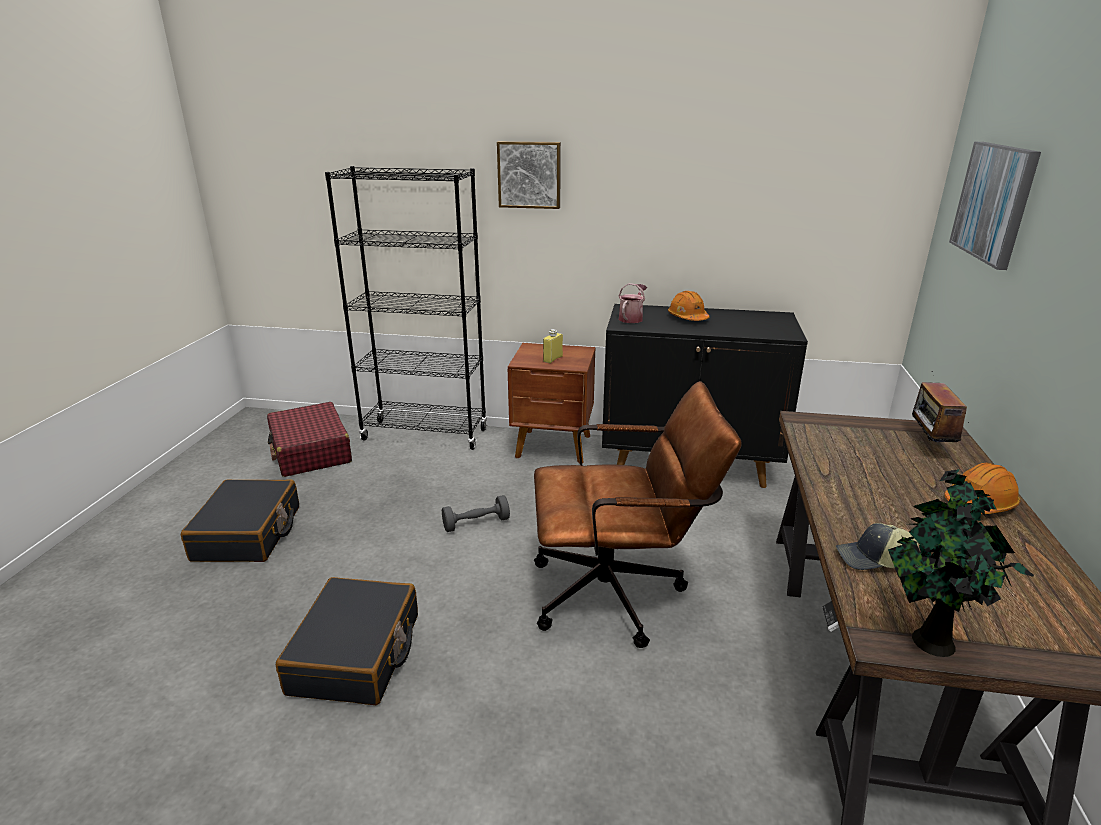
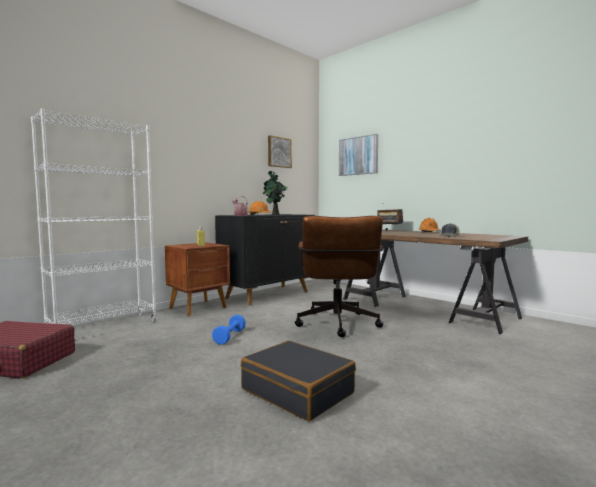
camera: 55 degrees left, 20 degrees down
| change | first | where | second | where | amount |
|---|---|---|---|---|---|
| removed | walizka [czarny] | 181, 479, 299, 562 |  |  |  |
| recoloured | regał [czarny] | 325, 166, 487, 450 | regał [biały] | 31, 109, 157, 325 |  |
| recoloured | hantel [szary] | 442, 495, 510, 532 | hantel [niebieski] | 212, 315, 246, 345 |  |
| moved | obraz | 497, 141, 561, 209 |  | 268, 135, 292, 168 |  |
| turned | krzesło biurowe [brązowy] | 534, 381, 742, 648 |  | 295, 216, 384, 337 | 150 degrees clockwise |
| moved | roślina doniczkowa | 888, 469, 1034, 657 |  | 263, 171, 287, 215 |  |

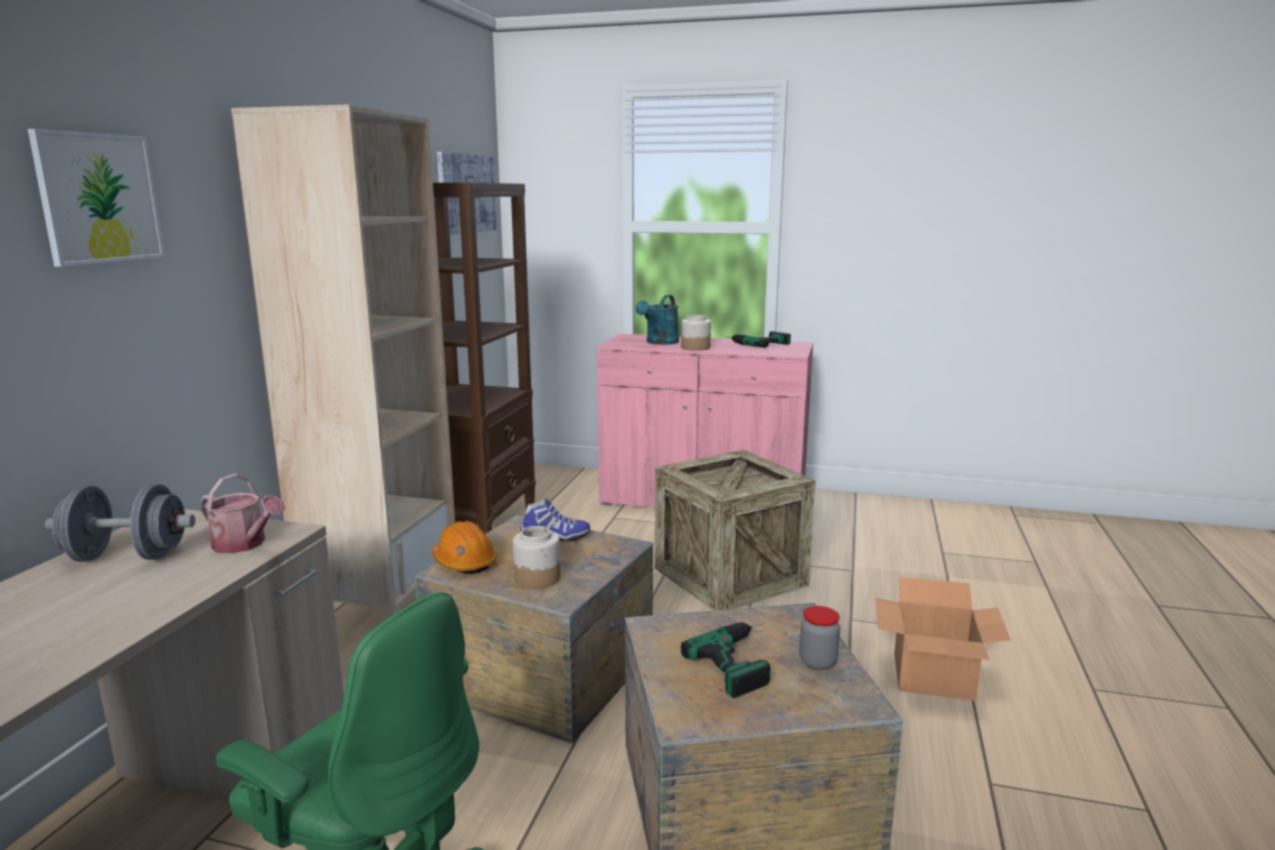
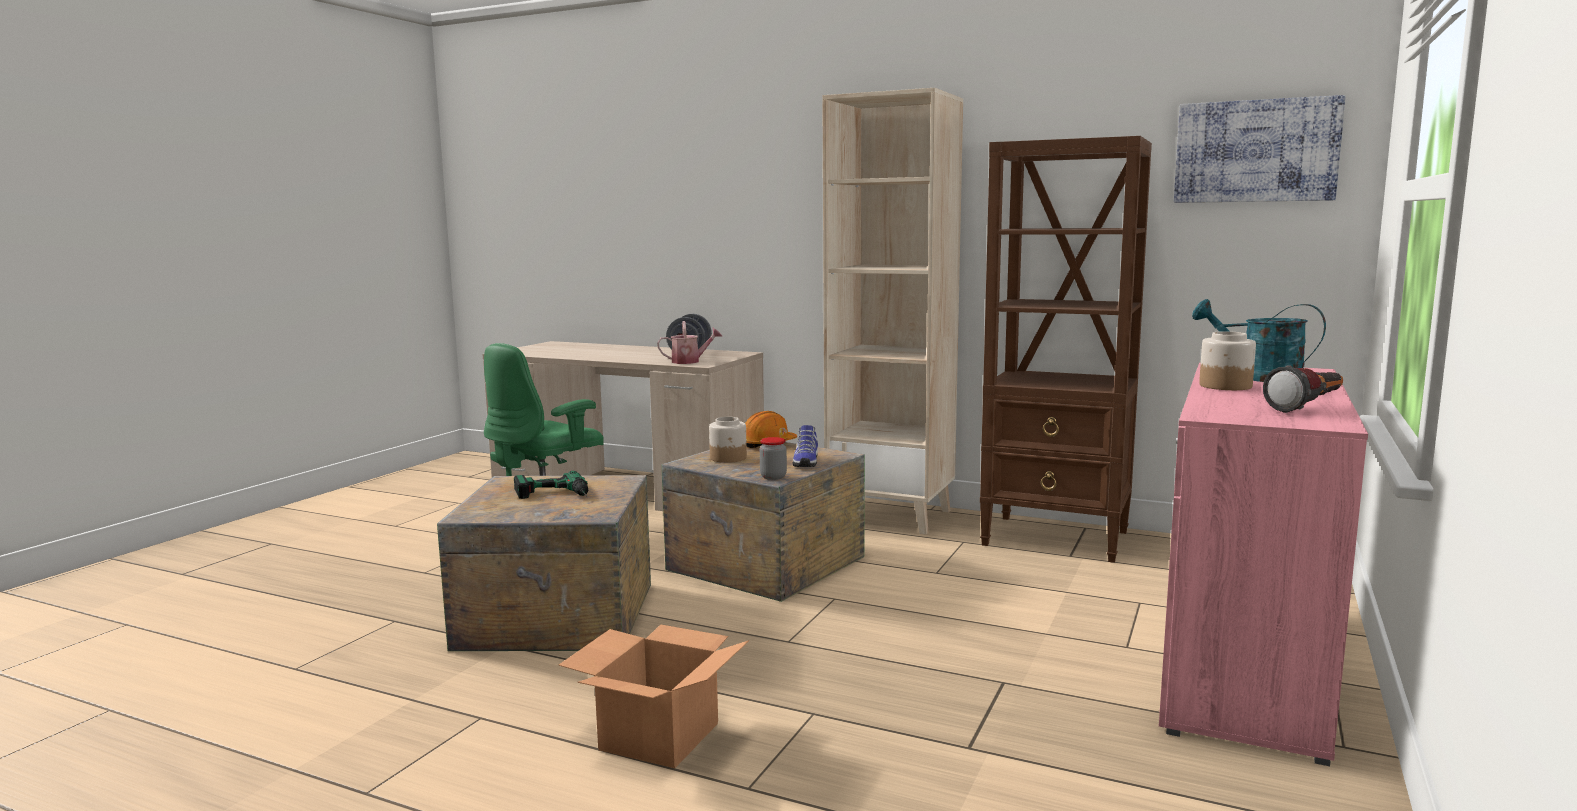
camera: 100 degrees right, 5 degrees down
| change | first | where | second | where | amount |
|---|---|---|---|---|---|
| removed | obraz | 28, 129, 165, 267 |  |  |  |
| turned | konewka | 200, 473, 285, 554 |  | 657, 321, 722, 364 | 135 degrees counterclockwise |
| removed | skrzynka | 655, 450, 816, 611 |  |  |  |
| replaced | wiertarka | 725, 331, 791, 348 | latarka | 1263, 366, 1343, 413 |  |
| moved | słoik | 799, 606, 840, 670 |  | 760, 437, 787, 480 |  |

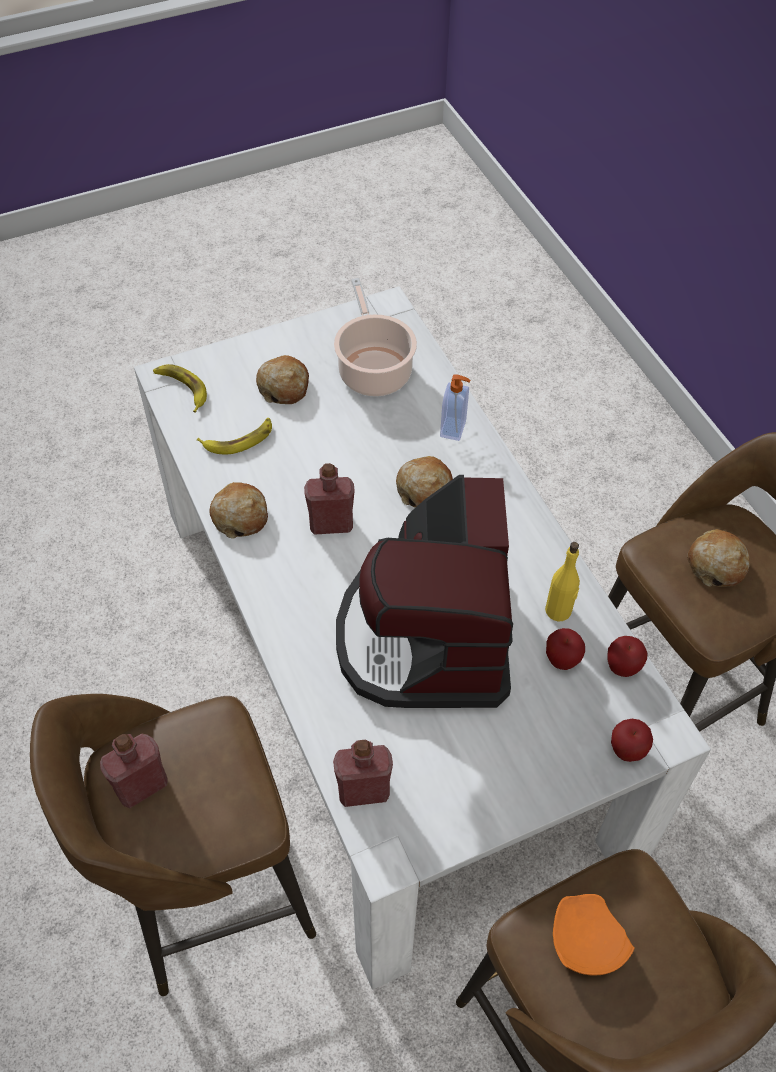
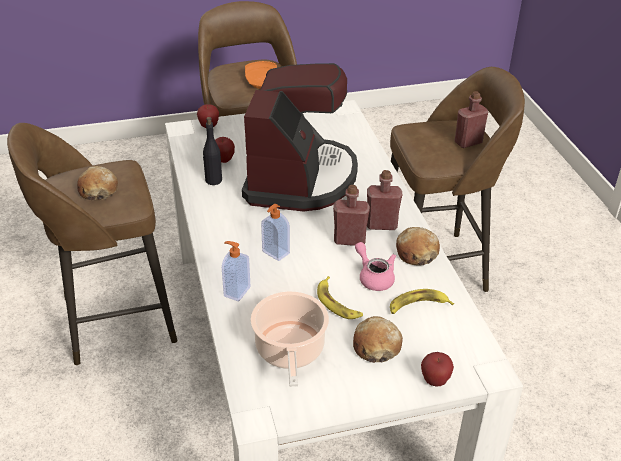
camera: 170 degrees left, 15 degrees down
| change | first | where | second | where | amount |
|---|---|---|---|---|---|
| moved | banan | 153, 364, 207, 413 |  | 317, 276, 363, 319 |  |
| moved | butelka [czerwony] | 333, 740, 393, 807 |  | 367, 170, 402, 230 |  |
| replaced | chleb | 396, 456, 453, 508 | dozownik mydła | 261, 204, 290, 261 |  |
| recoloured | butelka [żółty] | 545, 542, 580, 622 | butelka [czarny] | 203, 117, 222, 185 |  |
| moved | jabłko | 608, 636, 647, 677 |  | 421, 352, 454, 386 |  |
| added |  |  | imbryk [różowy] | 355, 242, 396, 291 |  |

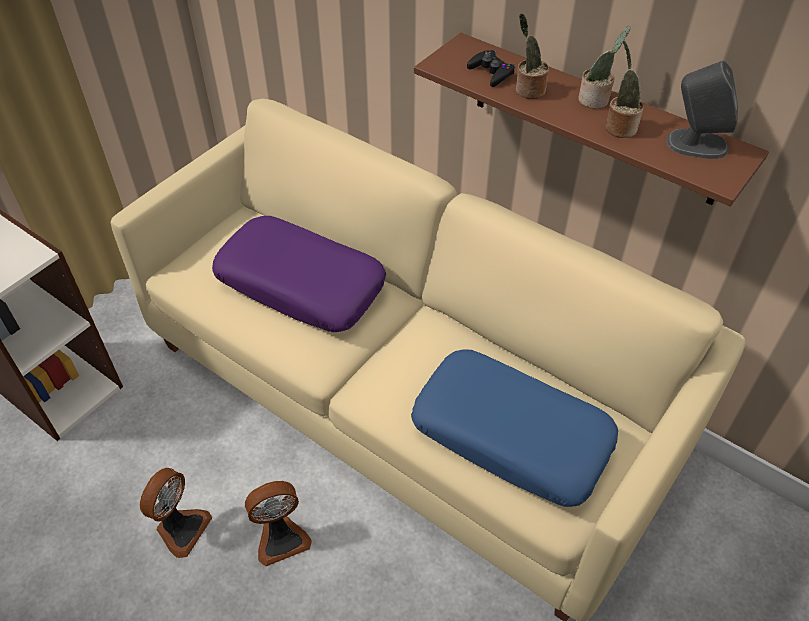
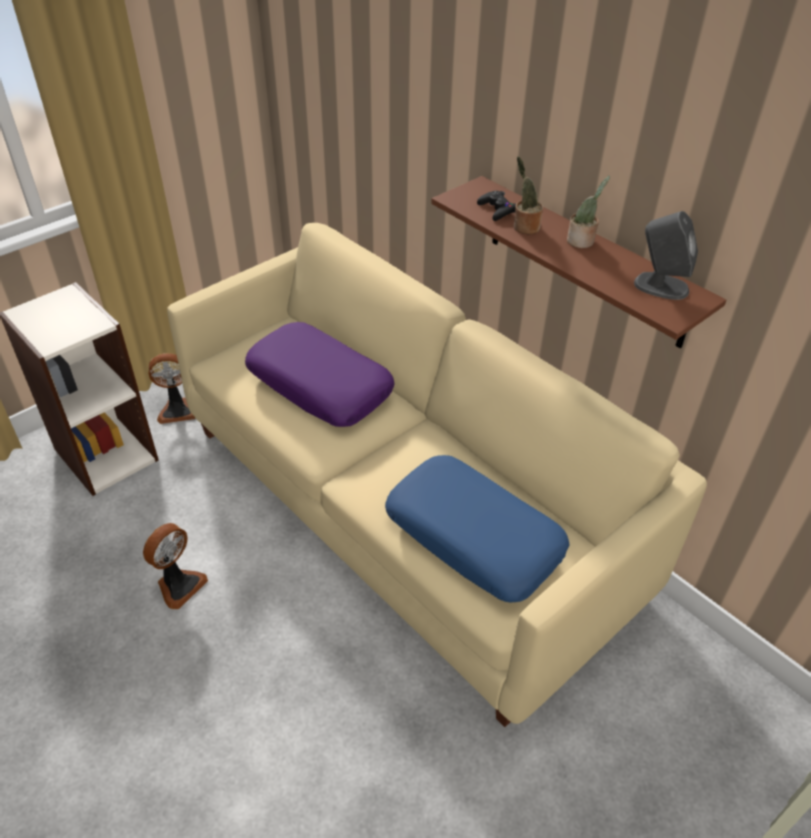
camera: 10 degrees right, 5 degrees down
| change | first | where | second | where | amount |
|---|---|---|---|---|---|
| moved | wentylator | 245, 481, 312, 566 |  | 148, 353, 195, 424 |  |
| removed | roślina doniczkowa | 606, 40, 644, 138 |  |  |  |

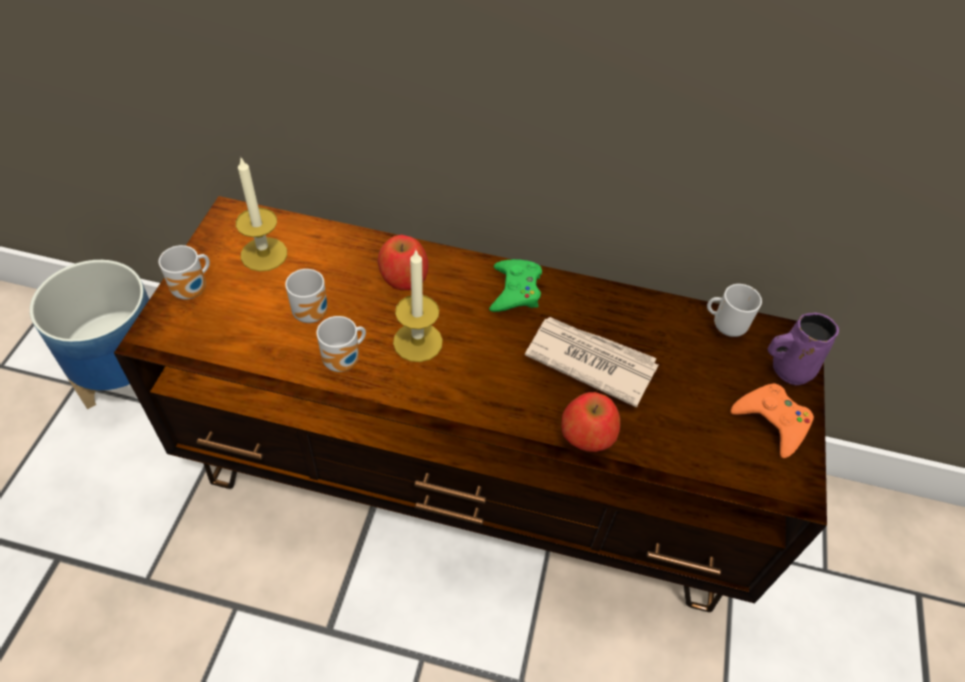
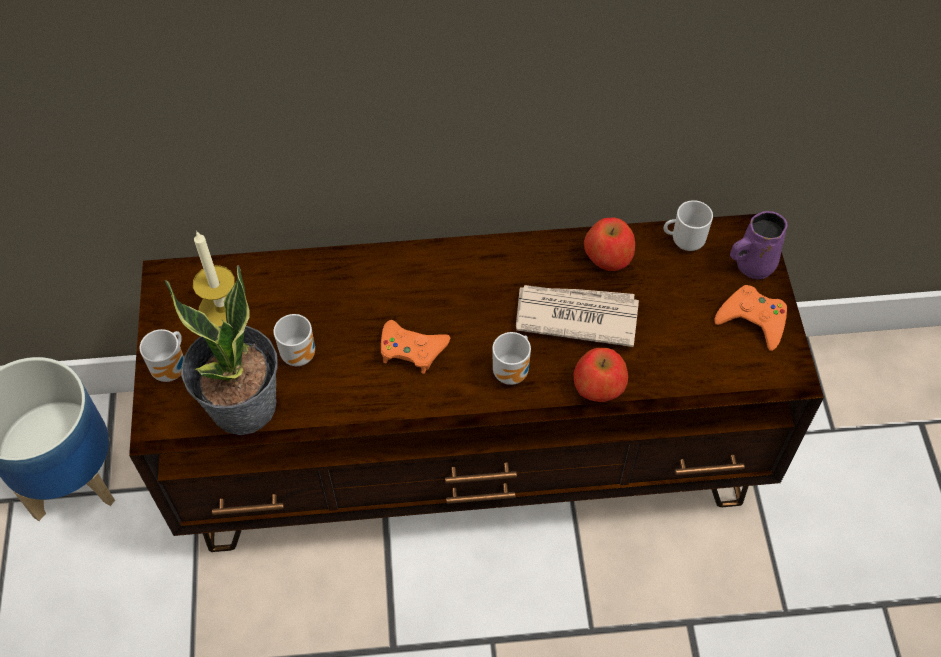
camera: 15 degrees left, 5 degrees up
| change | first | where | second | where | amount |
|---|---|---|---|---|---|
| moved | kubek | 317, 316, 366, 372 |  | 493, 332, 531, 385 |  |
| moved | jabłko | 378, 235, 428, 291 |  | 584, 217, 635, 271 |  |
| replaced | świeca | 393, 249, 443, 362 | pad do gier [pomarańczowy] | 381, 320, 450, 374 |  |
| removed | pad do gier [zielony] | 489, 259, 542, 312 |  |  |  |
| added |  |  | roślina doniczkowa | 165, 265, 278, 435 |  |

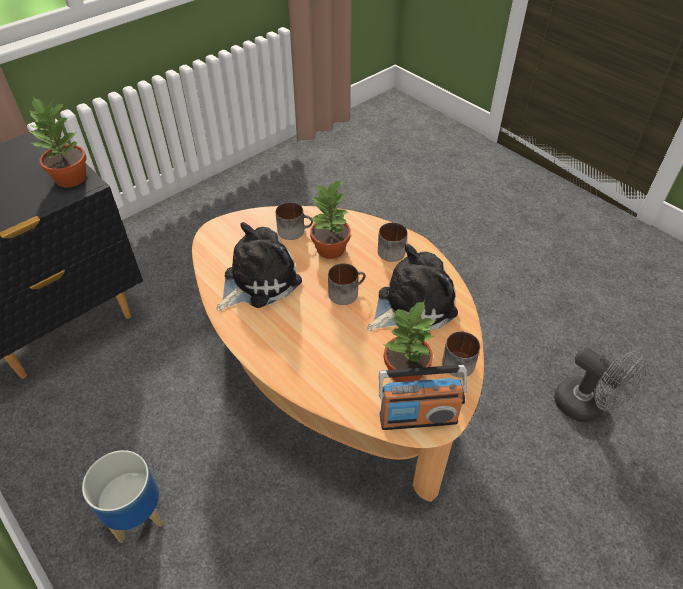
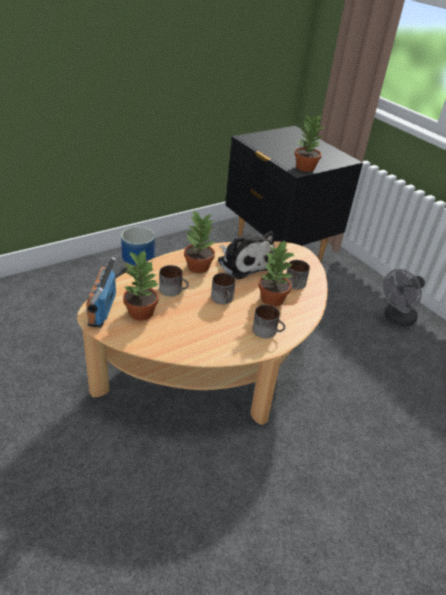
camera: 95 degrees right, 10 degrees down
| change | first | where | second | where | amount |
|---|---|---|---|---|---|
| removed | pluszak | 367, 244, 458, 332 |  |  |  |
| moved | kubek | 442, 331, 480, 377 |  | 159, 265, 189, 296 |  |
| moved | wentylator [szary] | 554, 347, 647, 422 |  | 383, 269, 425, 326 |  |
| added |  |  | roślina doniczkowa | 184, 211, 215, 273 |  |

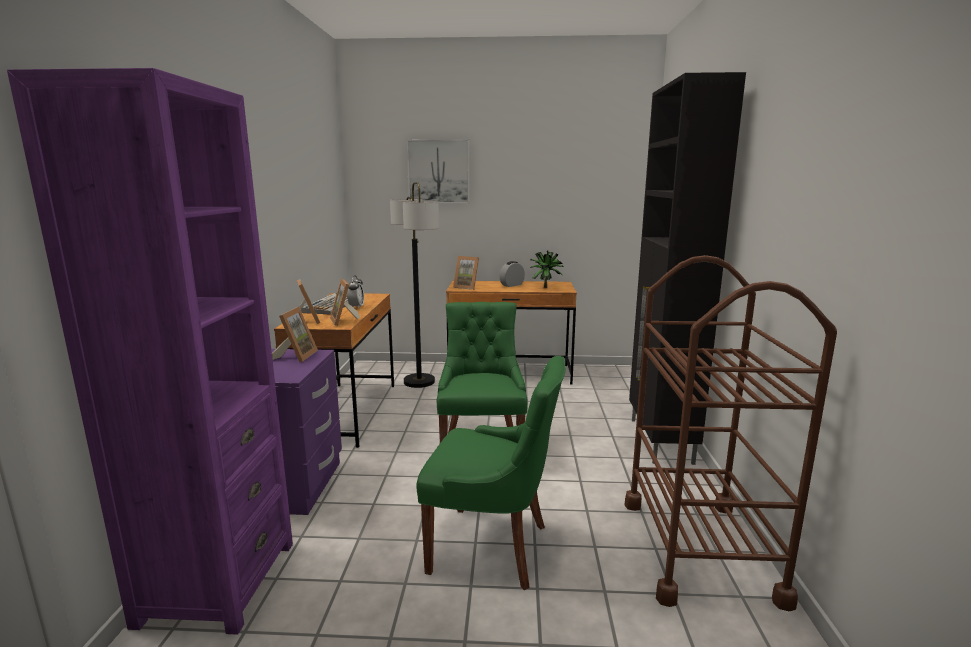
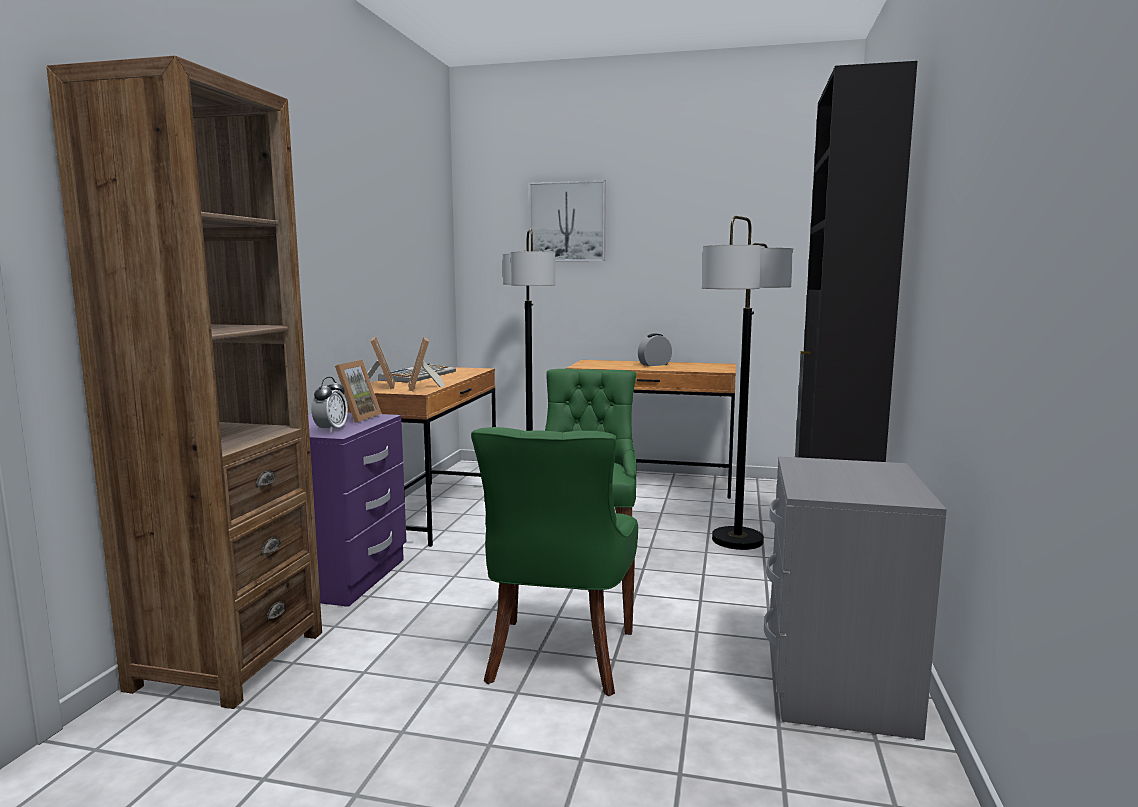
camera: 10 degrees right, 5 degrees down
| change | first | where | second | where | amount |
|---|---|---|---|---|---|
| recoloured | regał [fioletowy] | 7, 68, 293, 635 | regał [brązowy] | 46, 55, 322, 709 |  |
| moved | budzik | 347, 275, 364, 309 |  | 311, 377, 348, 433 |  |
| turned | krzesło [zielony] | 416, 356, 566, 590 |  | 471, 427, 638, 696 | 75 degrees clockwise |
| removed | ramka na zdjęcie | 453, 256, 479, 290 |  |  |  |
| removed | roślina doniczkowa | 530, 250, 564, 288 |  |  |  |
| replaced | wózek [brązowy] | 624, 255, 837, 611 | szafka nocna [szary] | 764, 456, 947, 740 |  |
| added |  |  | lampa stojąca | 702, 216, 793, 550 |  |

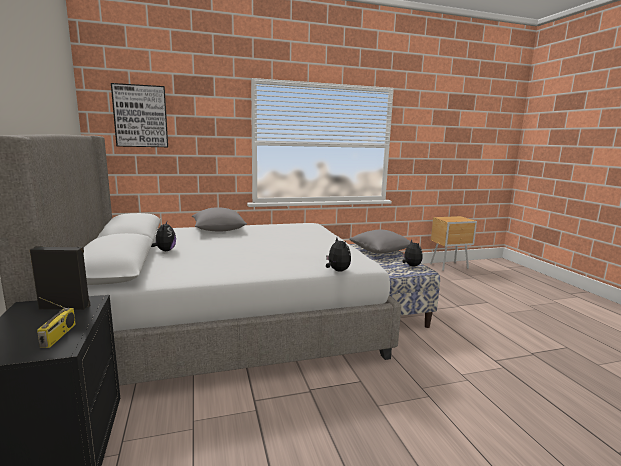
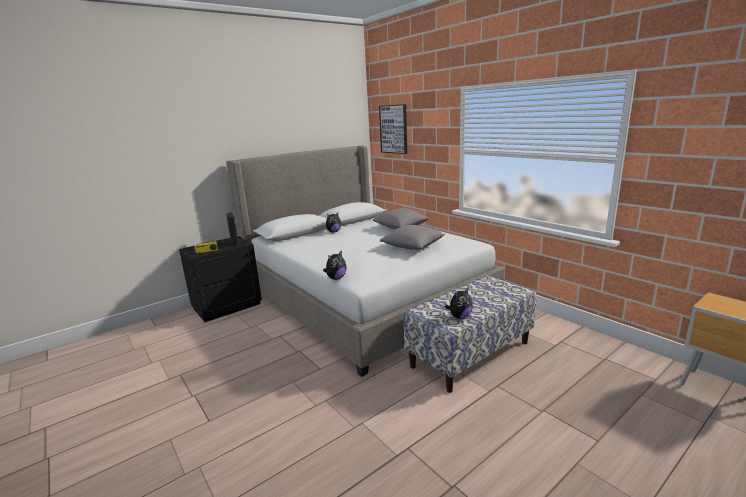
camera: 70 degrees right, 5 degrees up
| change | first | where | second | where | amount |
|---|---|---|---|---|---|
| moved | poduszka [szary] | 349, 230, 411, 254 |  | 380, 225, 445, 250 |  |

